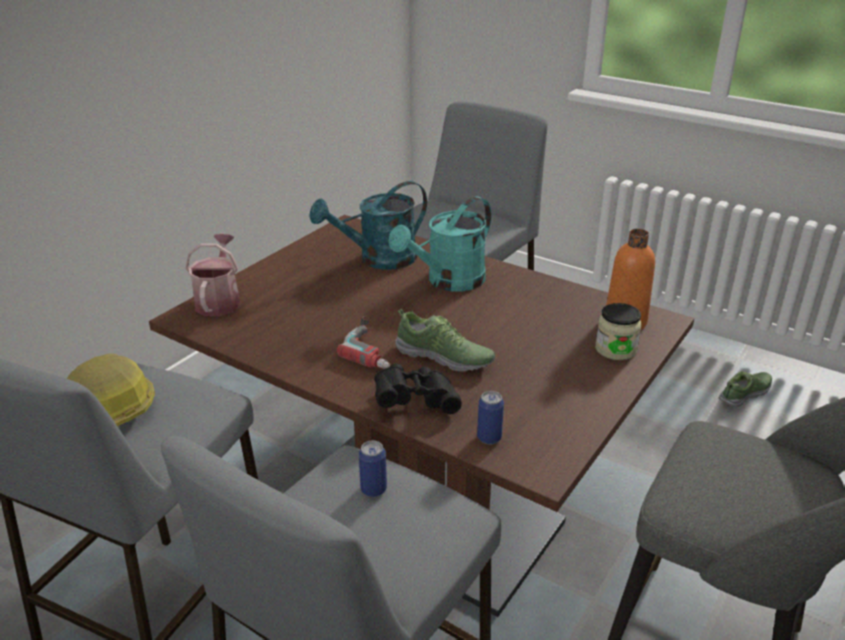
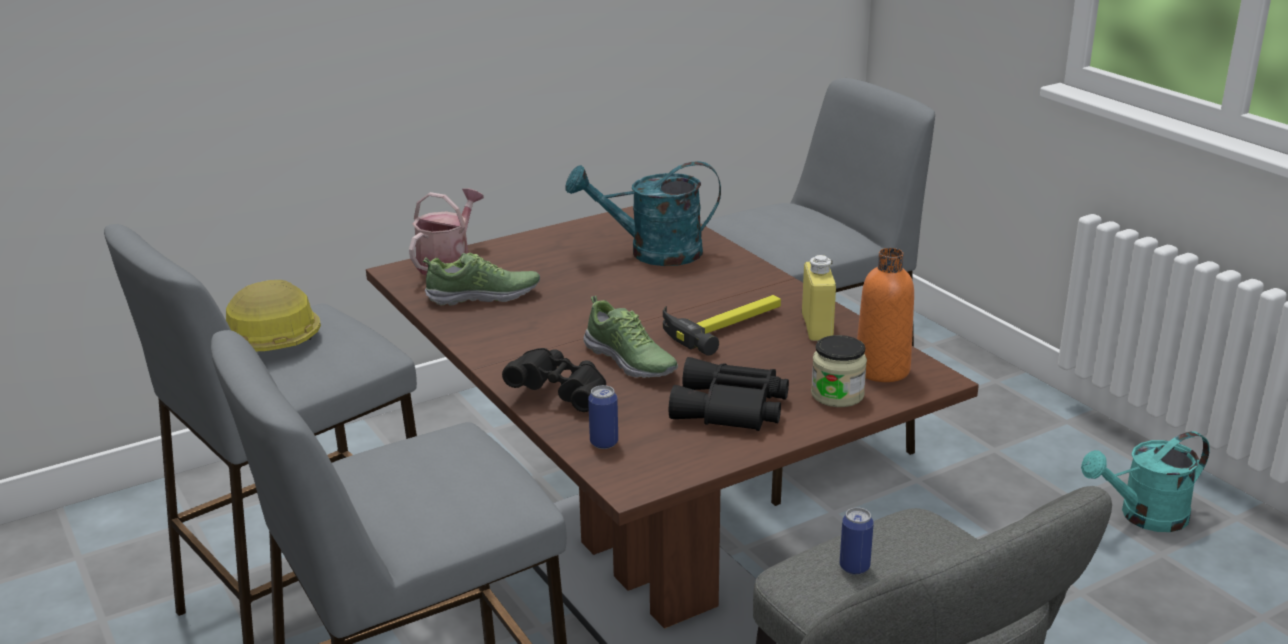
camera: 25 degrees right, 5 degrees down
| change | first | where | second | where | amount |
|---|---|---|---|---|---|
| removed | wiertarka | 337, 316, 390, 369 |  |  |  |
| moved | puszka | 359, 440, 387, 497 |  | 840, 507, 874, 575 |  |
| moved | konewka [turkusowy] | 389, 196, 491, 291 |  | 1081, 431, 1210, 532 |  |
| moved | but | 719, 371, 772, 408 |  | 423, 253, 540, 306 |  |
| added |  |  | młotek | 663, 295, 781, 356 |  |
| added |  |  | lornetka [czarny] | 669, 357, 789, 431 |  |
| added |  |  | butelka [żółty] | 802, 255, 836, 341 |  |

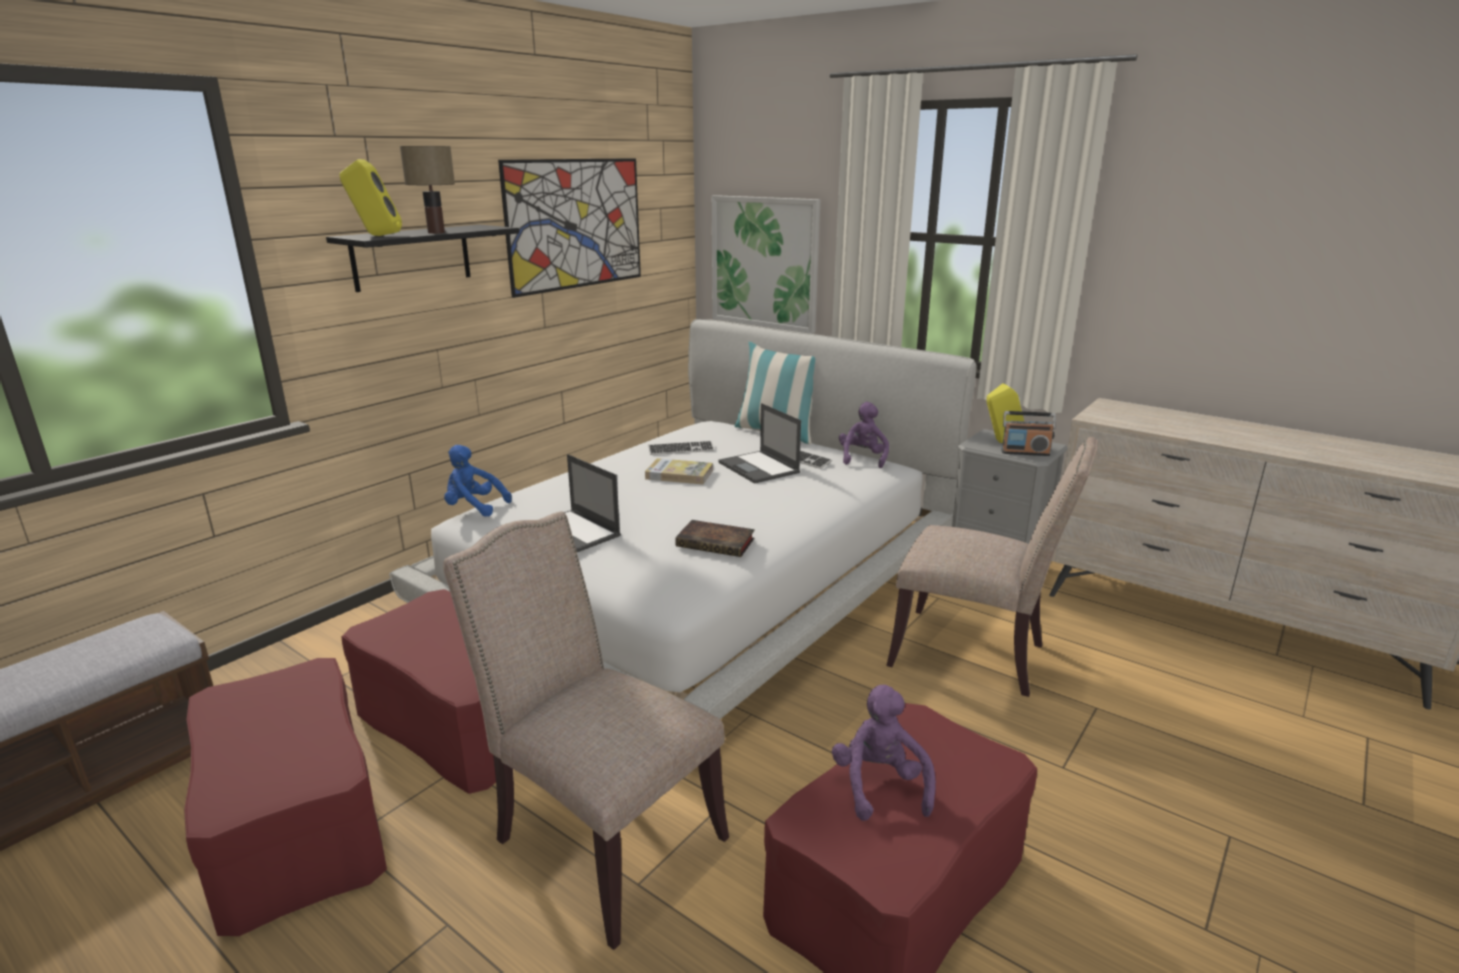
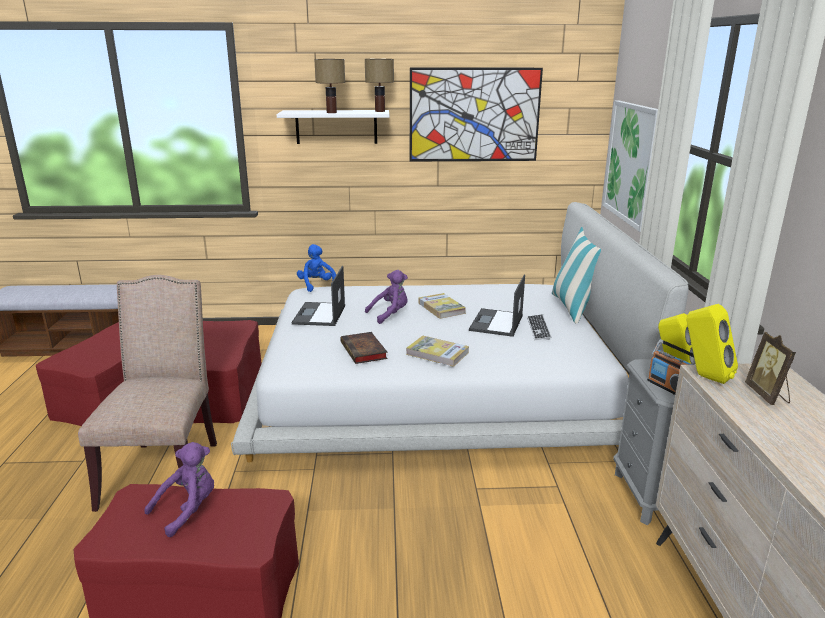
camera: 50 degrees right, 0 degrees up
| change | first | where | second | where | amount |
|---|---|---|---|---|---|
| recoloured | półka [czarny] | 326, 225, 519, 292 | półka [biały] | 276, 110, 389, 144 |  |
| moved | głośnik [żółty] | 339, 159, 402, 236 |  | 687, 304, 738, 384 |  |
| removed | klawiatura | 648, 441, 714, 455 |  |  |  |
| moved | pluszak [fioletowy] | 839, 402, 889, 468 |  | 365, 270, 408, 324 |  |
| removed | krzesło [beżowy] | 886, 437, 1098, 697 |  |  |  |
| added |  |  | lampa stołowa | 365, 59, 394, 112 |  |
| added |  |  | książka | 406, 336, 469, 367 |  |
| added |  |  | ramka na zdjęcie | 745, 332, 796, 405 |  |

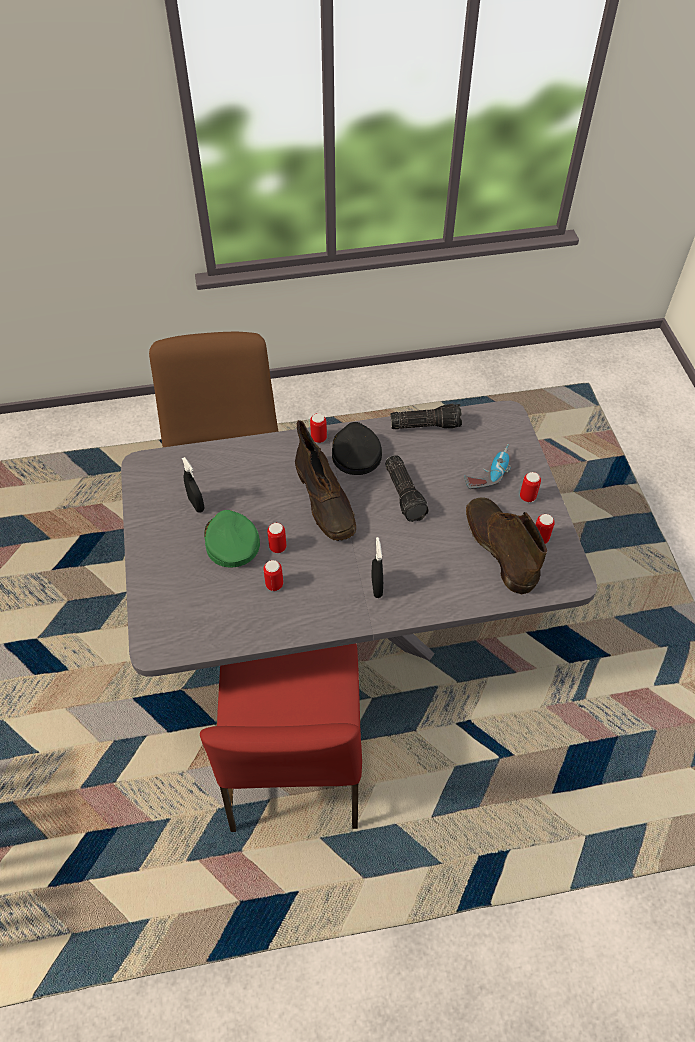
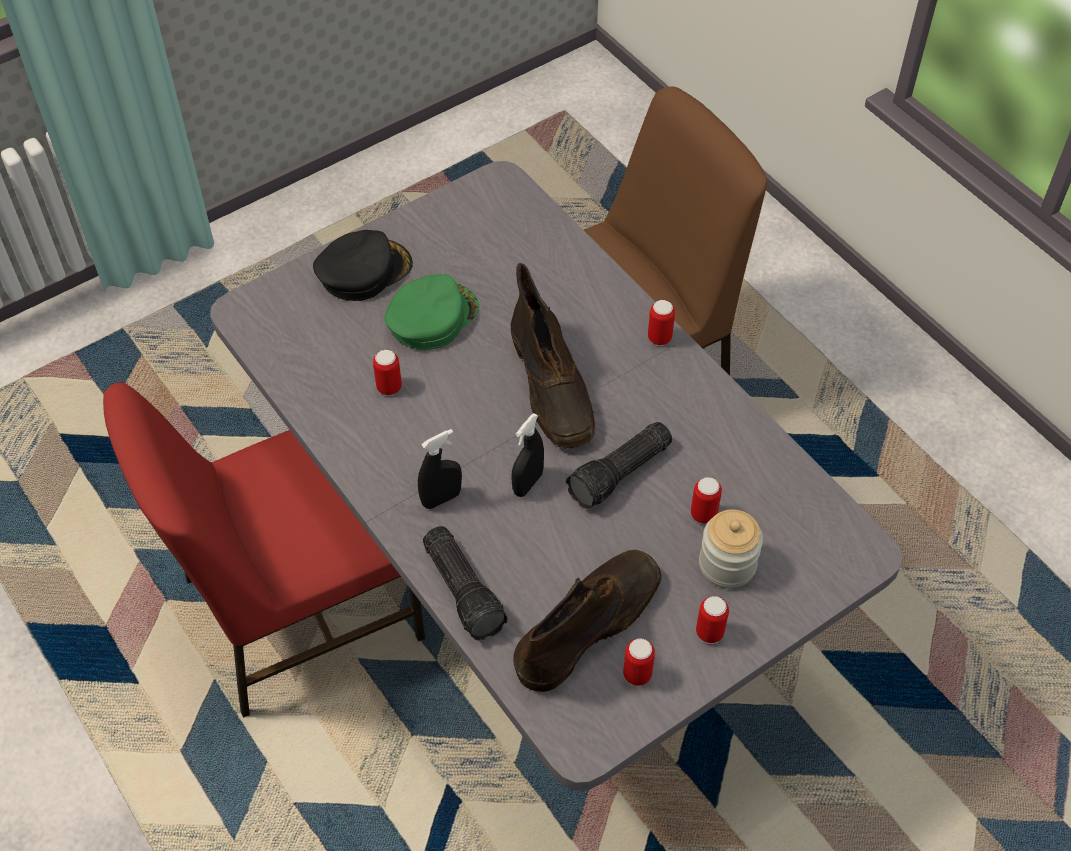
camera: 65 degrees right, 0 degrees up
| change | first | where | second | where | amount |
|---|---|---|---|---|---|
| moved | spryskiwacz [czarny] | 182, 457, 204, 513 |  | 512, 413, 544, 497 |  |
| moved | puszka | 267, 523, 287, 553 |  | 691, 477, 722, 524 |  |
| turned | but z cholewką [brązowy] | 295, 420, 356, 541 |  | 510, 263, 595, 449 | 60 degrees counterclockwise |
| moved | czapka z daszkiem [czarny] | 332, 422, 382, 475 |  | 313, 230, 413, 301 |  |
| moved | latarka | 390, 404, 462, 430 |  | 423, 526, 508, 640 |  |
| replaced | wiertarka | 464, 444, 511, 489 | słoik | 699, 509, 763, 589 |  |

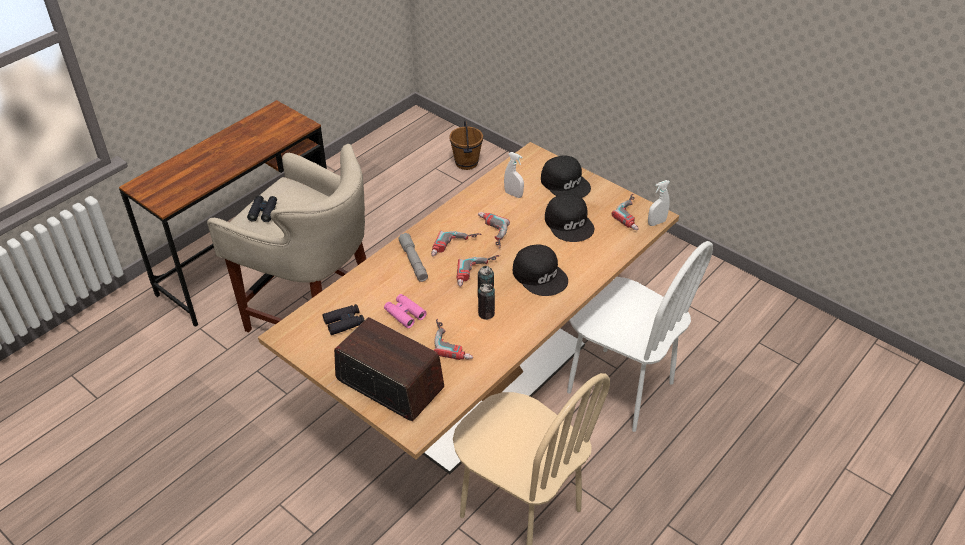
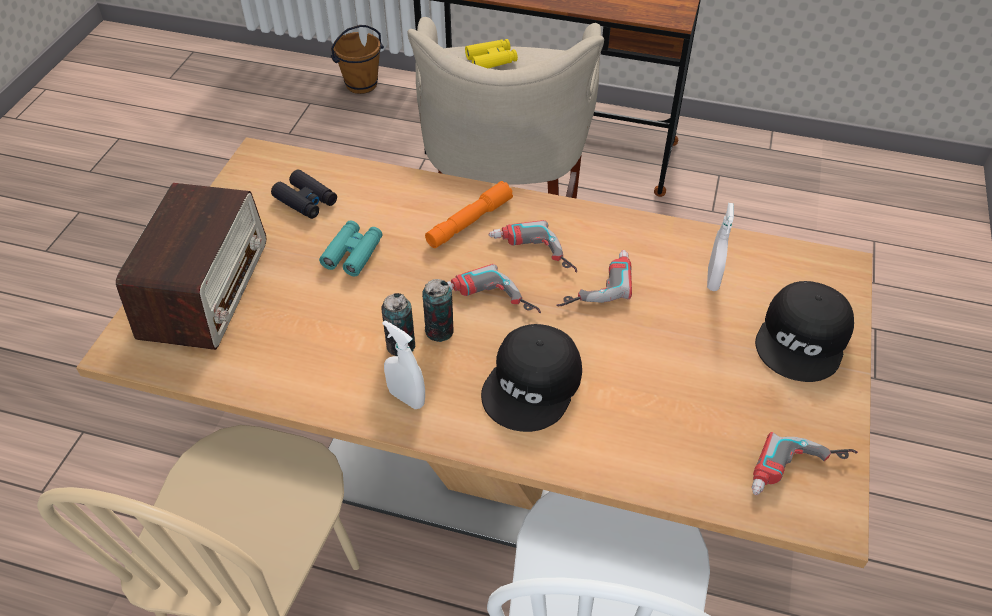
camera: 65 degrees right, 5 degrees up
| change | first | where | second | where | amount |
|---|---|---|---|---|---|
| recoloured | lornetka [czarny] | 247, 195, 277, 222 | lornetka [żółty] | 465, 39, 518, 68 |  |
| recoloured | lornetka [różowy] | 384, 294, 427, 328 | lornetka [turkusowy] | 319, 220, 382, 276 |  |
| recoloured | latarka [szary] | 398, 233, 428, 282 | latarka [pomarańczowy] | 425, 181, 513, 248 |  |
| removed | wiertarka | 434, 319, 473, 360 |  |  |  |
| moved | wiadro [brązowy] | 449, 120, 483, 170 |  | 331, 25, 384, 94 |  |
| removed | czapka z daszkiem [czarny] | 545, 194, 594, 242 |  |  |  |
| moved | spryskiwacz [biały] | 648, 180, 670, 226 |  | 382, 320, 425, 409 |  |

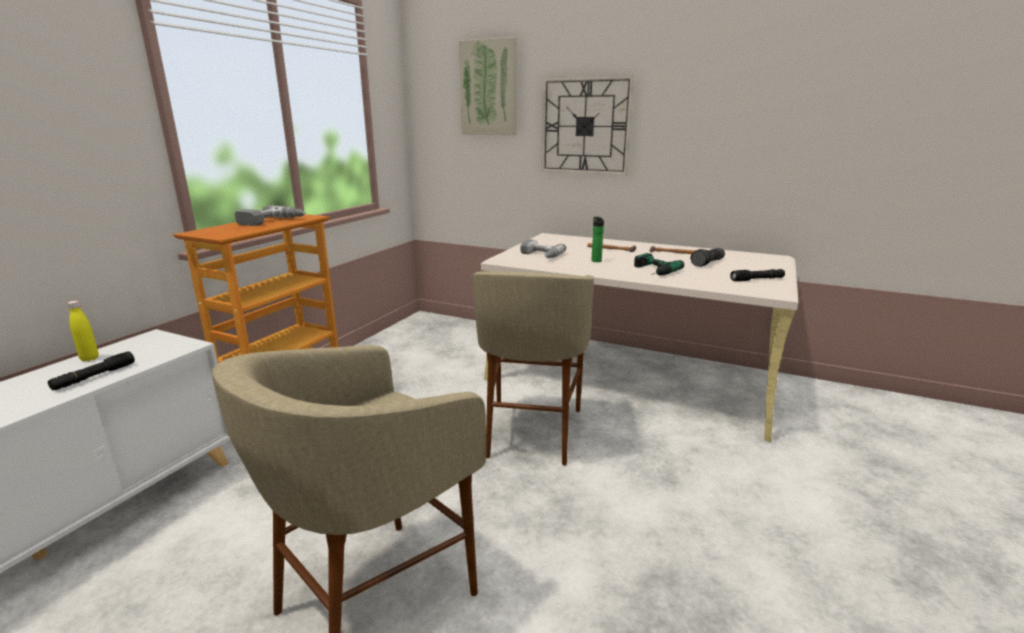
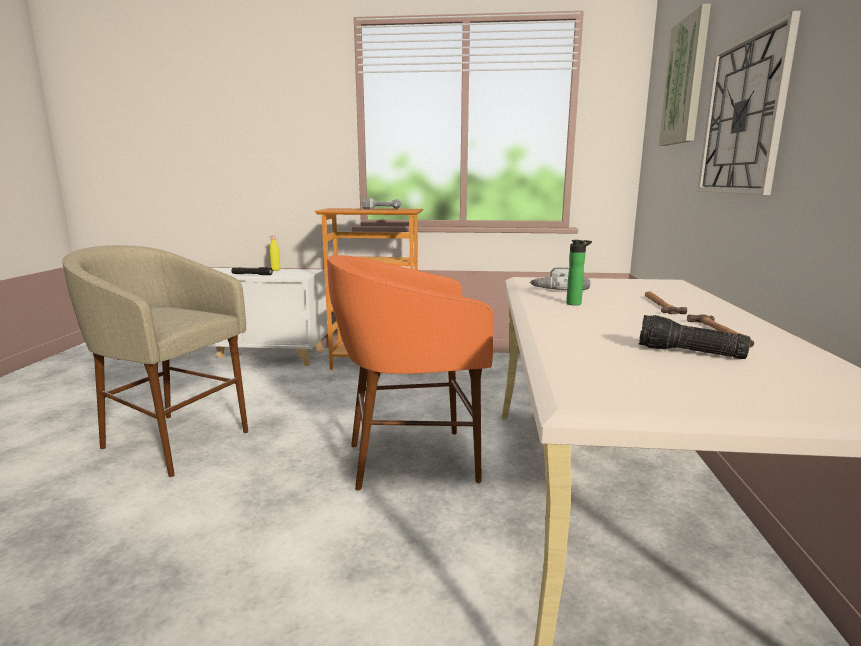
camera: 70 degrees right, 5 degrees down
| change | first | where | second | where | amount |
|---|---|---|---|---|---|
| recoloured | stołek [beżowy] | 473, 271, 594, 466 | stołek [pomarańczowy] | 327, 255, 494, 490 |  |
| removed | wiertarka | 634, 253, 684, 275 |  |  |  |
| removed | latarka [czarny] | 730, 269, 785, 281 |  |  |  |

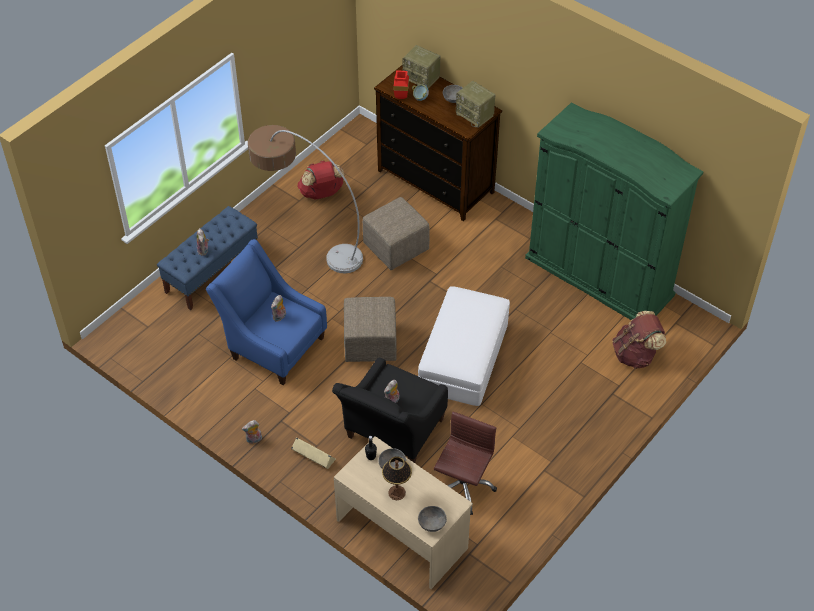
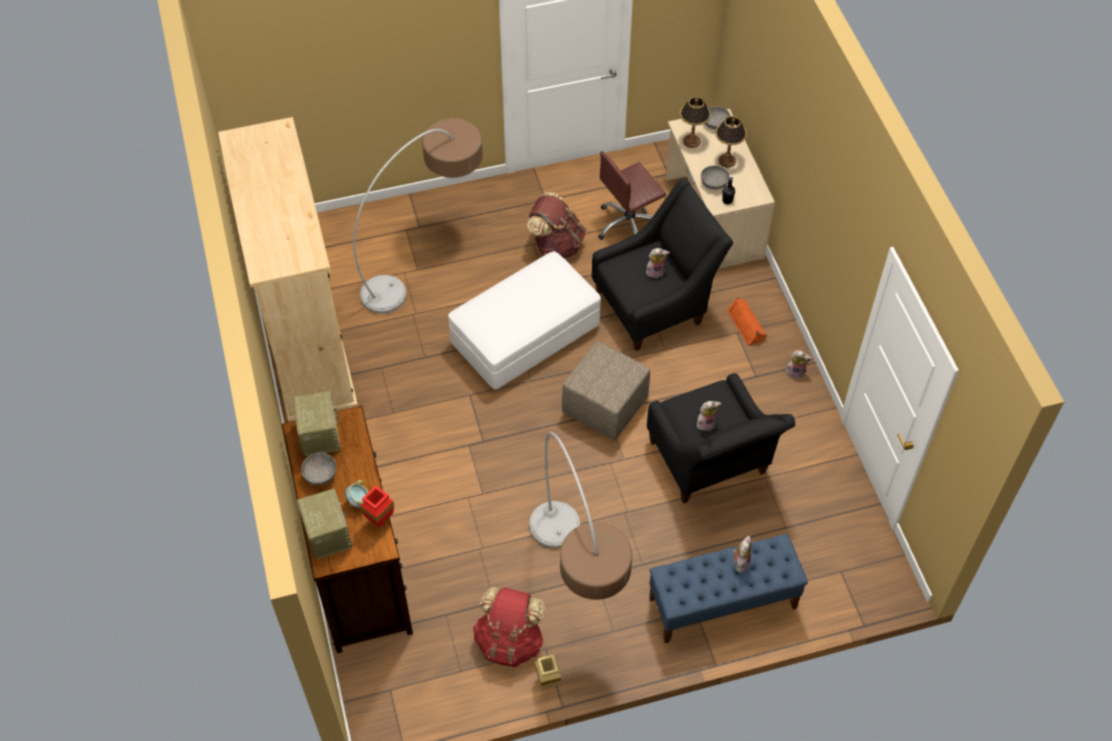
camera: 145 degrees left, 5 degrees up
| change | first | where | second | where | amount |
|---|---|---|---|---|---|
| recoloured | fotel [niebieski] | 206, 239, 327, 385 | fotel [czarny] | 647, 373, 795, 504 |  |
| recoloured | głośnik [beżowy] | 291, 437, 336, 469 | głośnik [pomarańczowy] | 727, 297, 767, 346 |  |
| removed | pufa [beżowy] | 363, 197, 430, 270 |  |  |  |
| recoloured | szafa [zielony] | 525, 102, 704, 320 | szafa [beżowy] | 218, 117, 358, 422 |  |
| moved | plecak [brązowy] | 612, 311, 666, 369 |  | 527, 192, 586, 259 |  |
| added |  |  | lampa stojąca | 353, 118, 483, 314 |  |
| added |  |  | wazon [beżowy] | 535, 654, 561, 690 |  |
| added |  |  | lampa stołowa | 680, 97, 710, 148 |  |

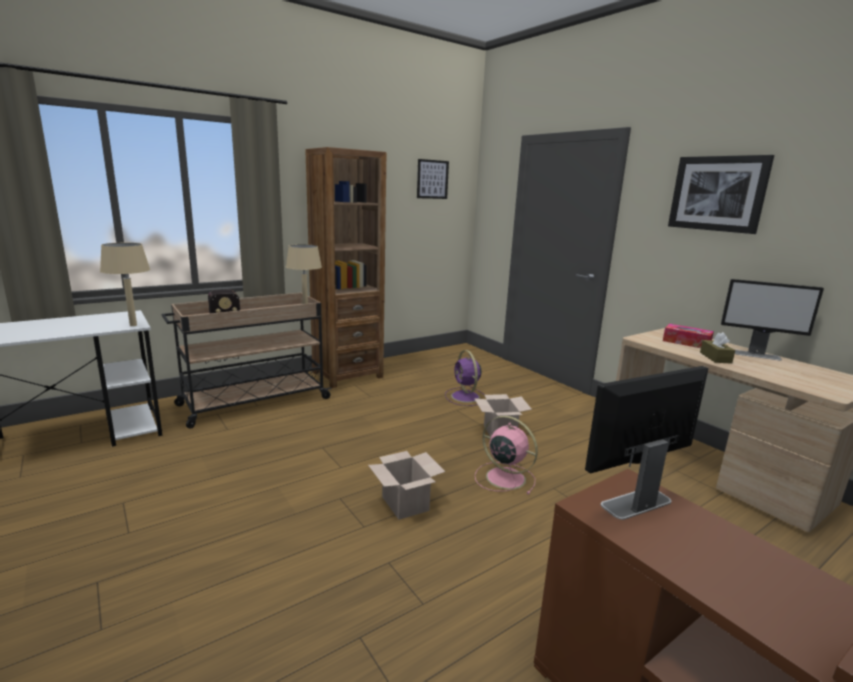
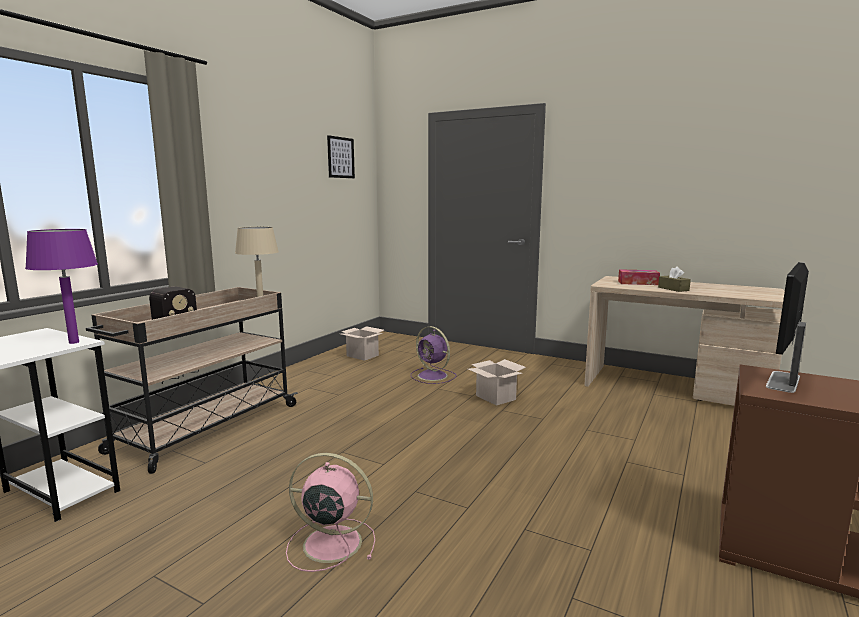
camera: 25 degrees left, 5 degrees down
| change | first | where | second | where | amount |
|---|---|---|---|---|---|
| recoloured | lampa stołowa [beżowy] | 100, 243, 150, 326 | lampa stołowa [fioletowy] | 25, 229, 98, 344 |  |
| removed | regał [brązowy] | 305, 147, 386, 388 |  |  |  |
| moved | karton | 368, 451, 446, 520 |  | 341, 326, 384, 361 |  |
| moved | wentylator [różowy] | 475, 416, 538, 494 |  | 286, 453, 375, 572 |  |
| removed | obraz | 668, 155, 774, 234 |  |  |  |
| removed | monitor | 721, 279, 824, 360 |  |  |  |

